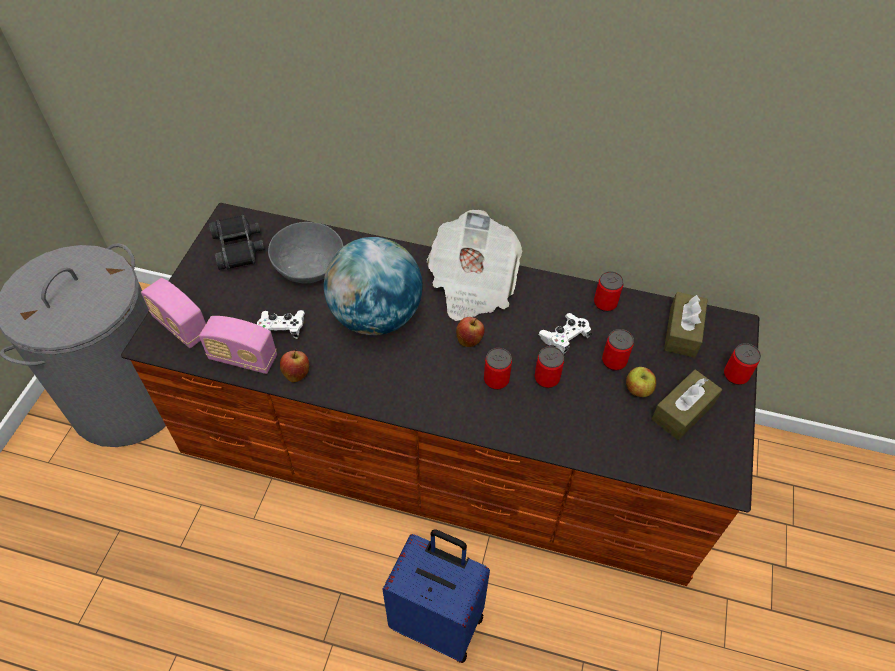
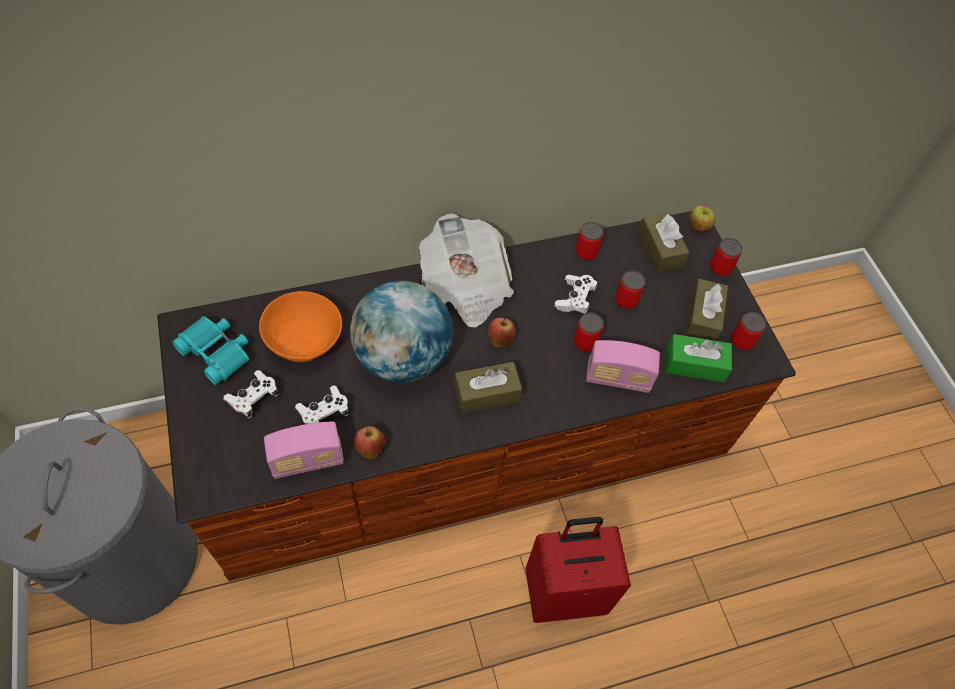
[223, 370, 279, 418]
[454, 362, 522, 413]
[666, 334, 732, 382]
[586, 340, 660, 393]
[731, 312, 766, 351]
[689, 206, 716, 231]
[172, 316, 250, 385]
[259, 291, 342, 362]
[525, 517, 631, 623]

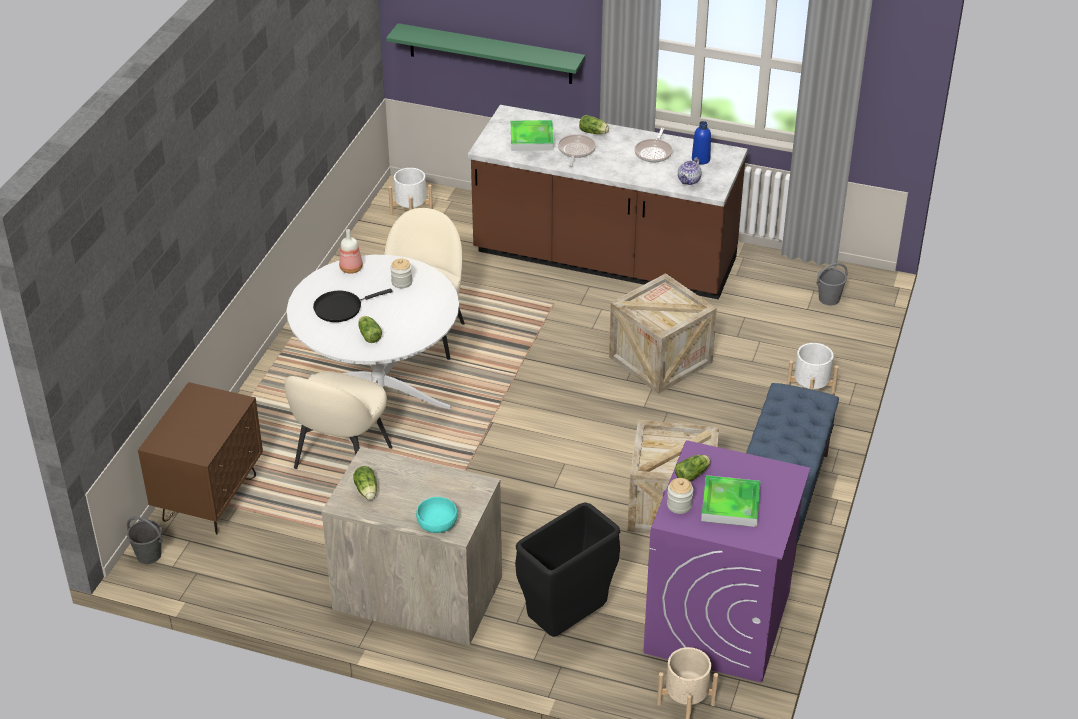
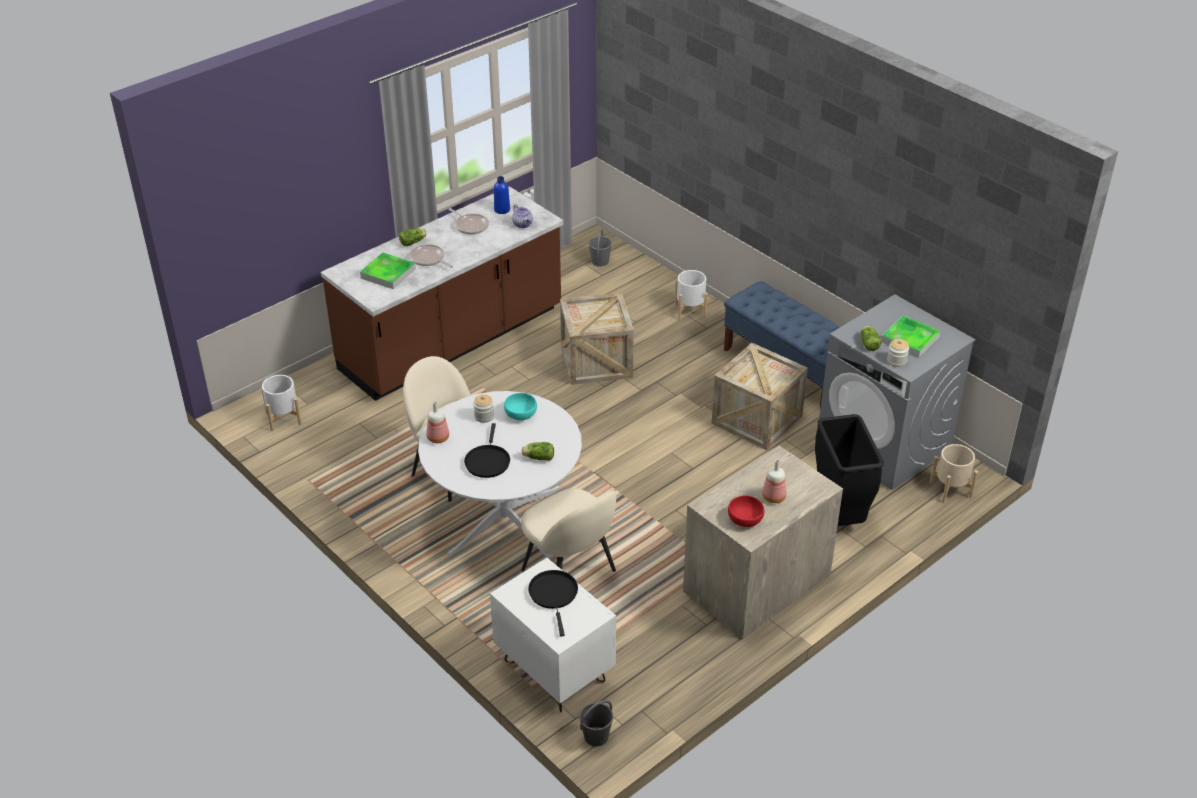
[386, 23, 585, 84] (first image)
[528, 570, 578, 636]
[762, 460, 786, 503]
[504, 393, 537, 421]
[728, 496, 764, 527]
[490, 557, 616, 712]
[819, 294, 976, 490]

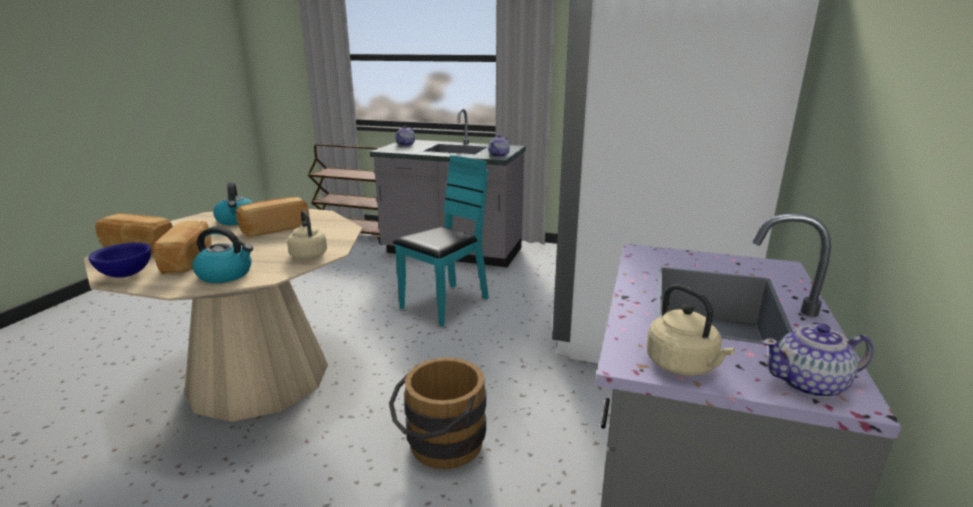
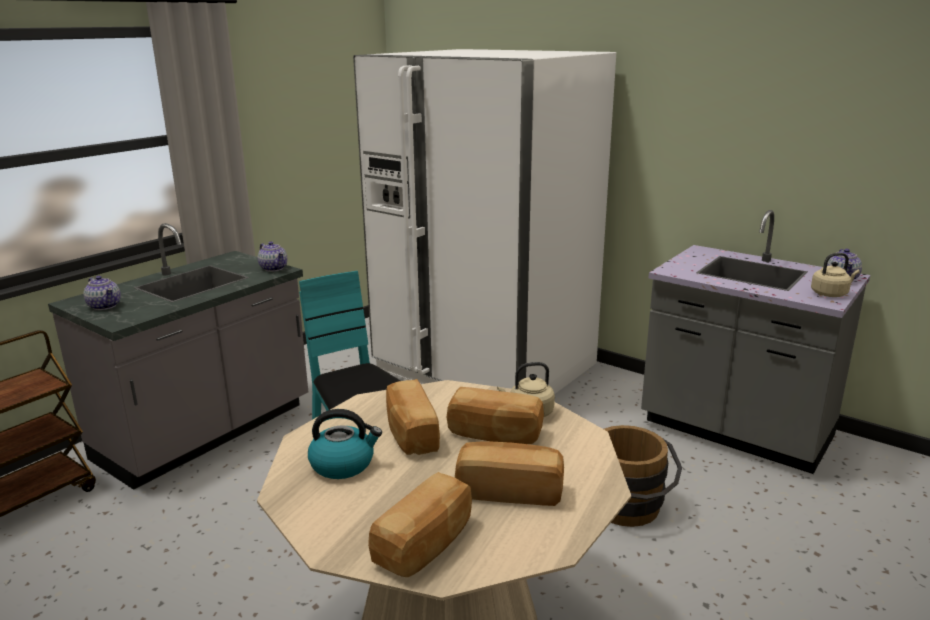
[88, 242, 151, 278] (first image)
[193, 227, 253, 283] (first image)
[447, 387, 544, 444]

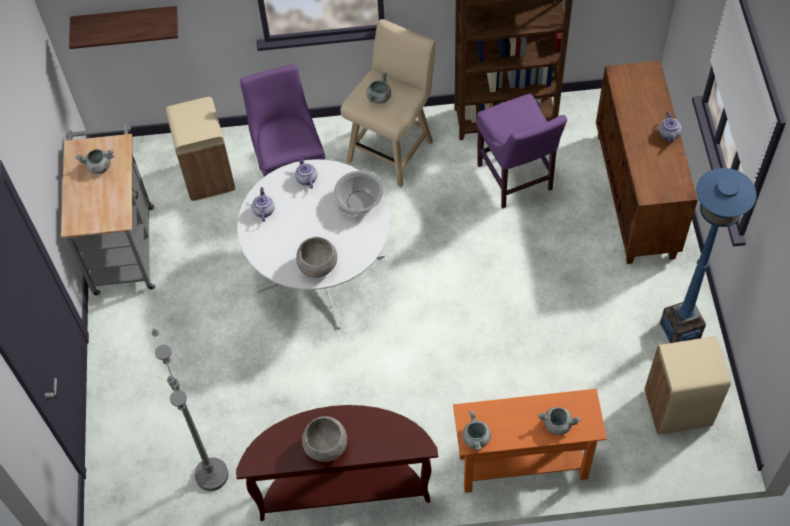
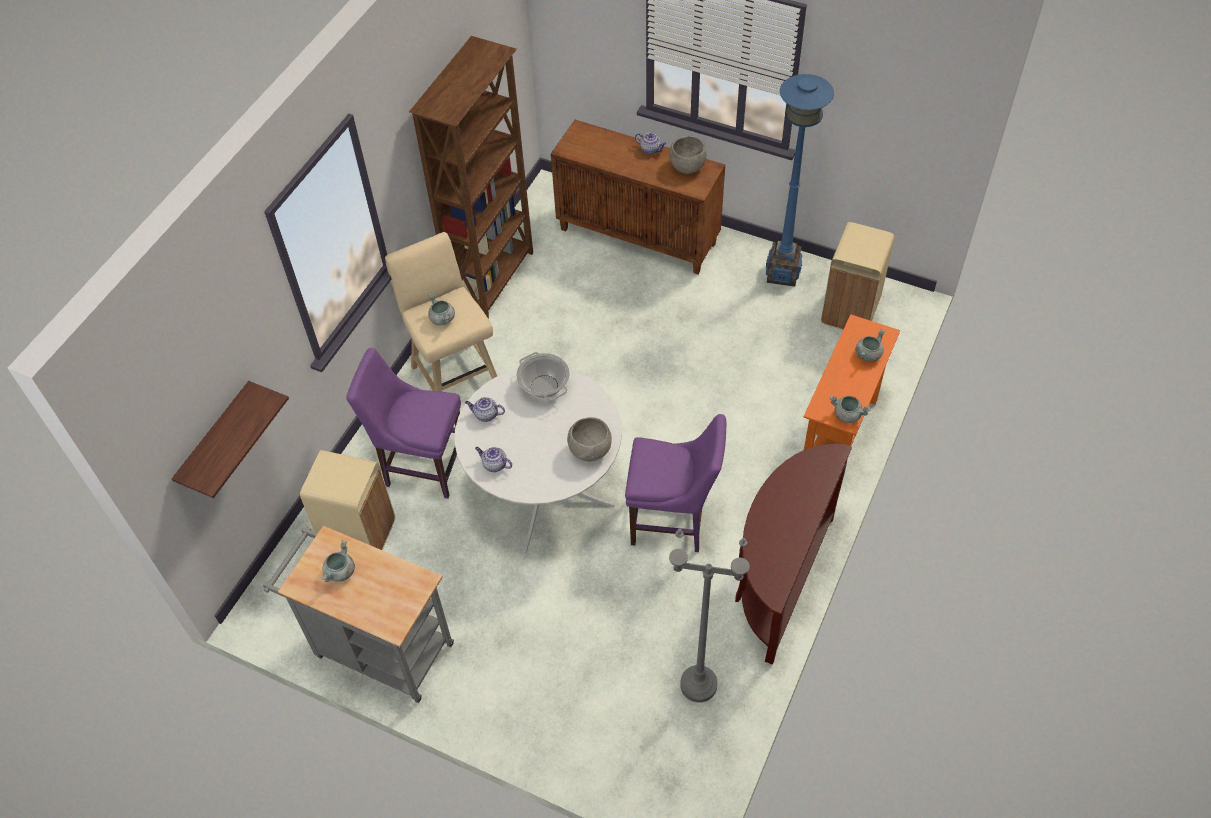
[669, 136, 707, 174]
[625, 414, 726, 552]

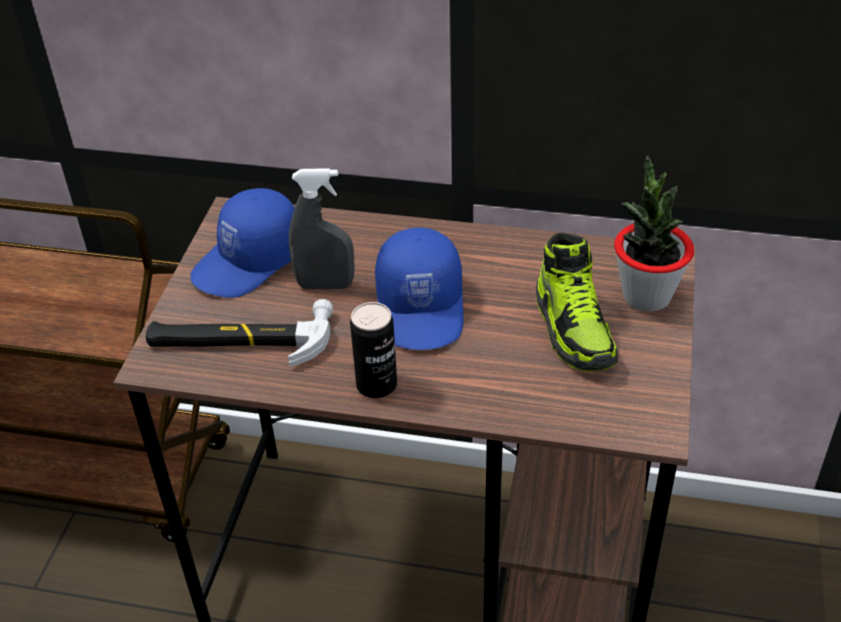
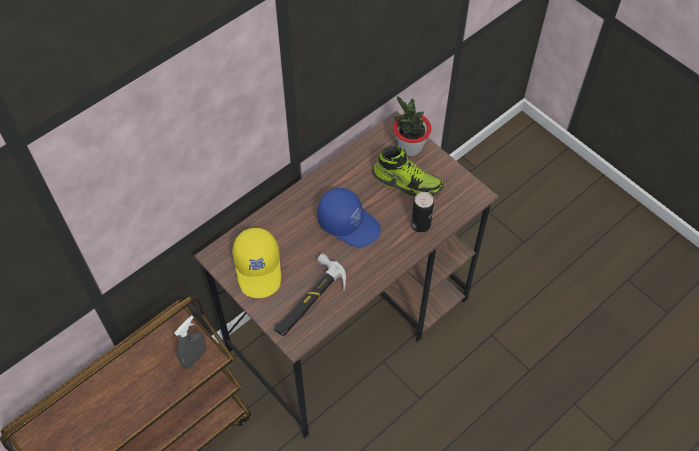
[174, 315, 206, 369]
[411, 192, 434, 233]
[232, 228, 281, 298]

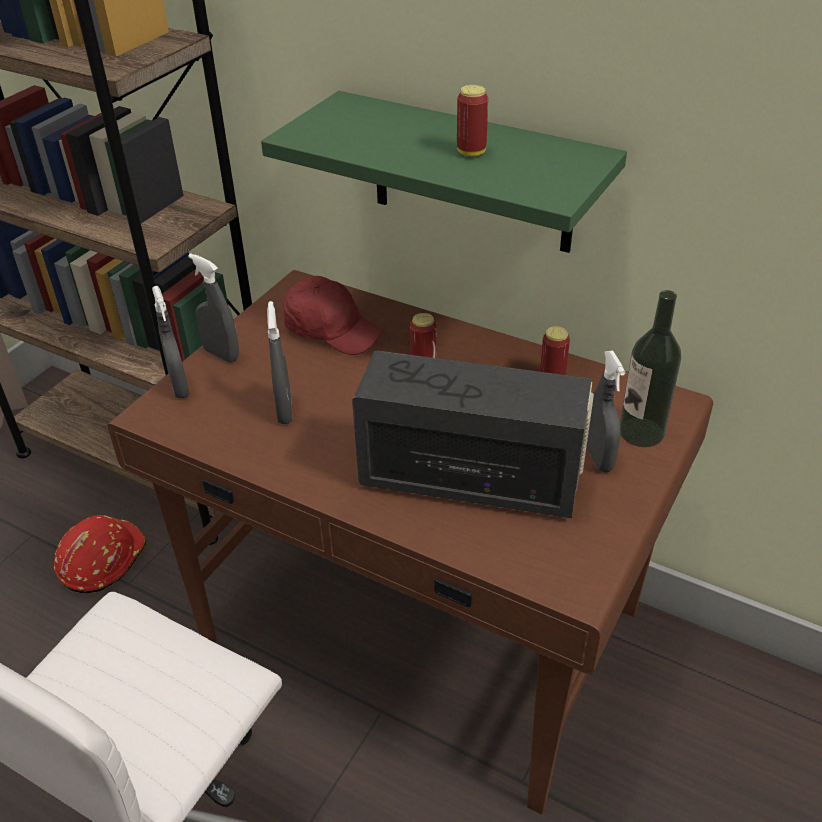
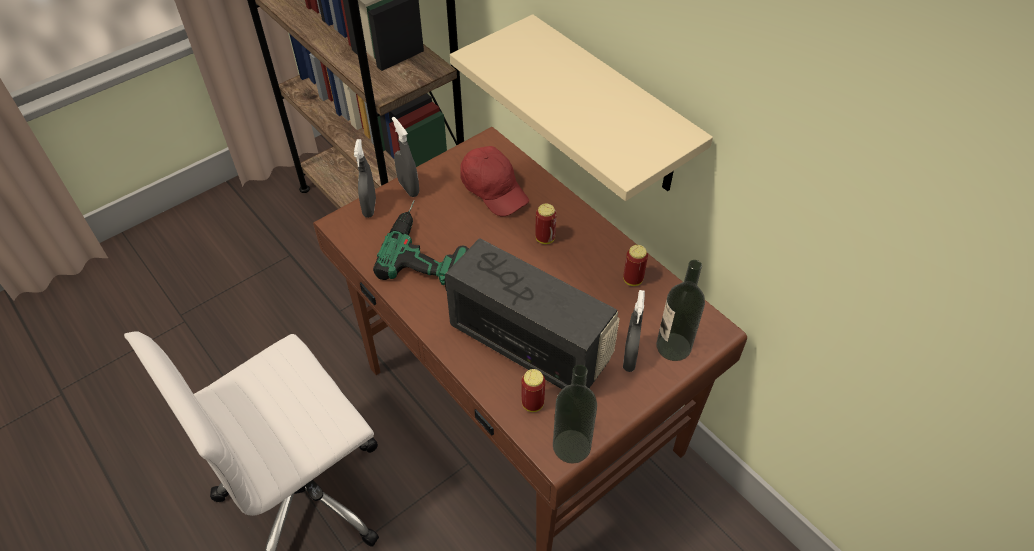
[54, 515, 147, 593] (first image)
[553, 365, 597, 464]
[522, 369, 545, 412]
[373, 200, 469, 288]
[450, 14, 713, 201]

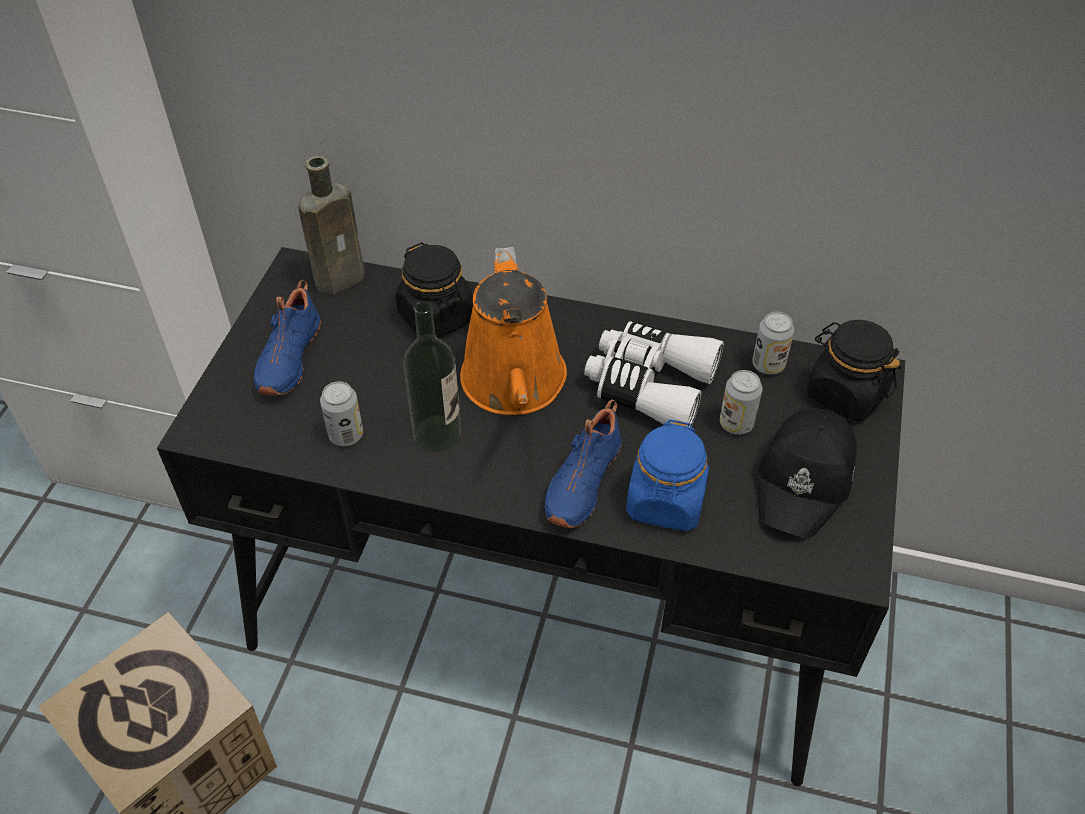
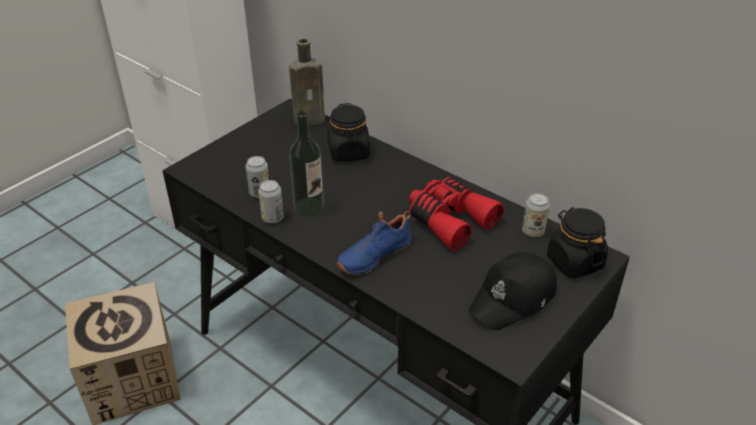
[254, 280, 321, 395] (first image)
[460, 247, 567, 415] (first image)
[626, 419, 709, 531] (first image)
[258, 180, 284, 223]
[409, 177, 504, 251]

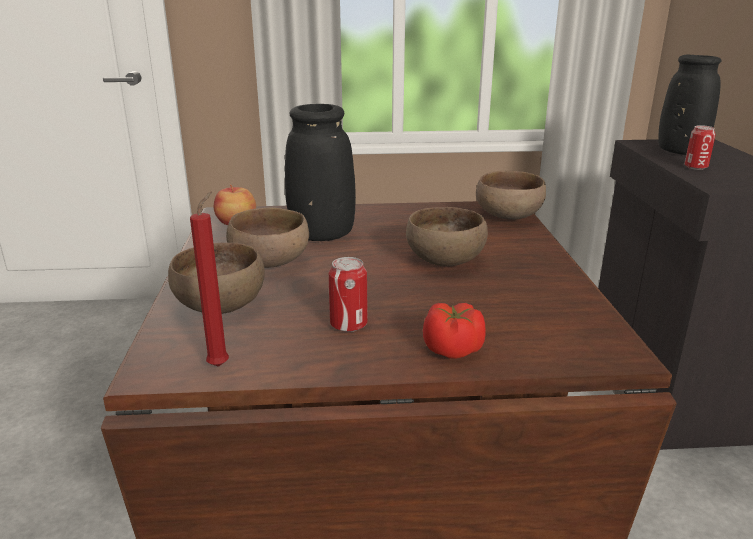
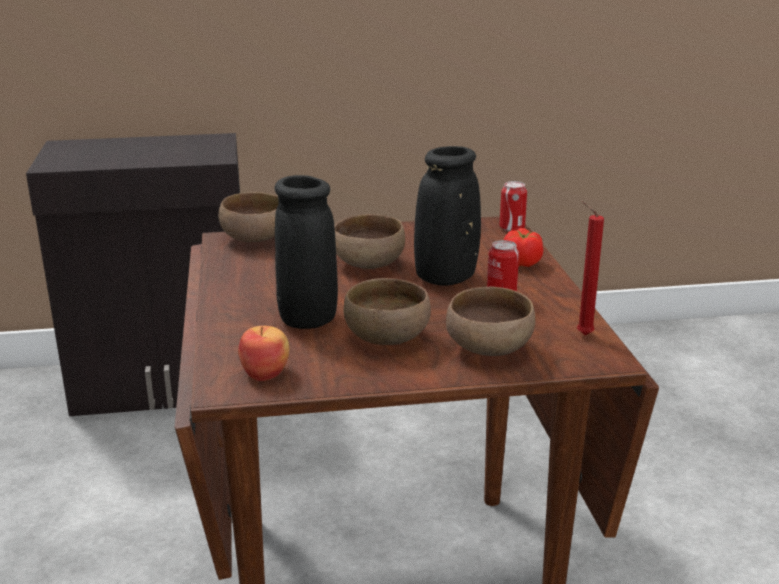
[414, 146, 481, 286]
[499, 181, 527, 231]

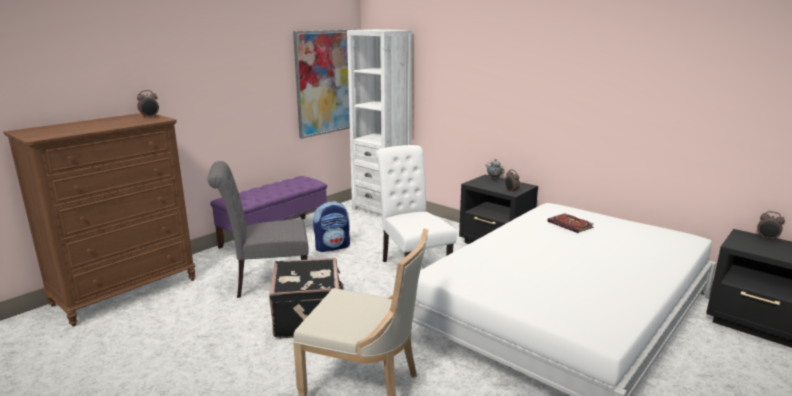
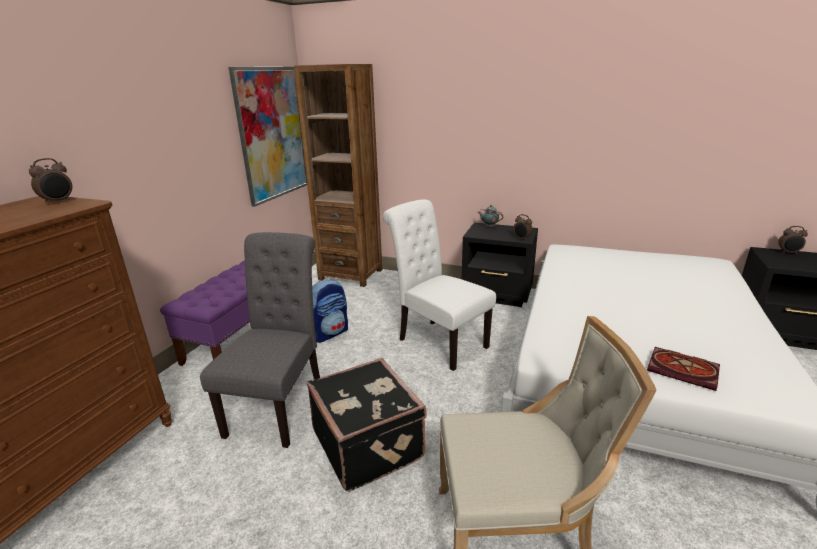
[647, 347, 720, 391]
[294, 64, 382, 287]
[200, 232, 320, 448]

